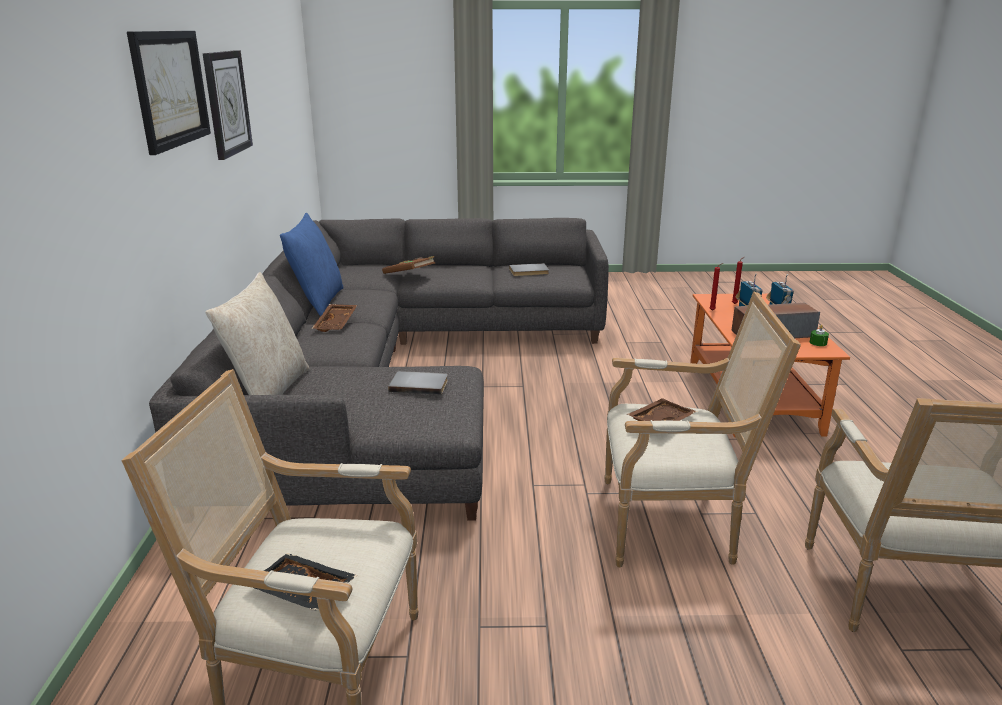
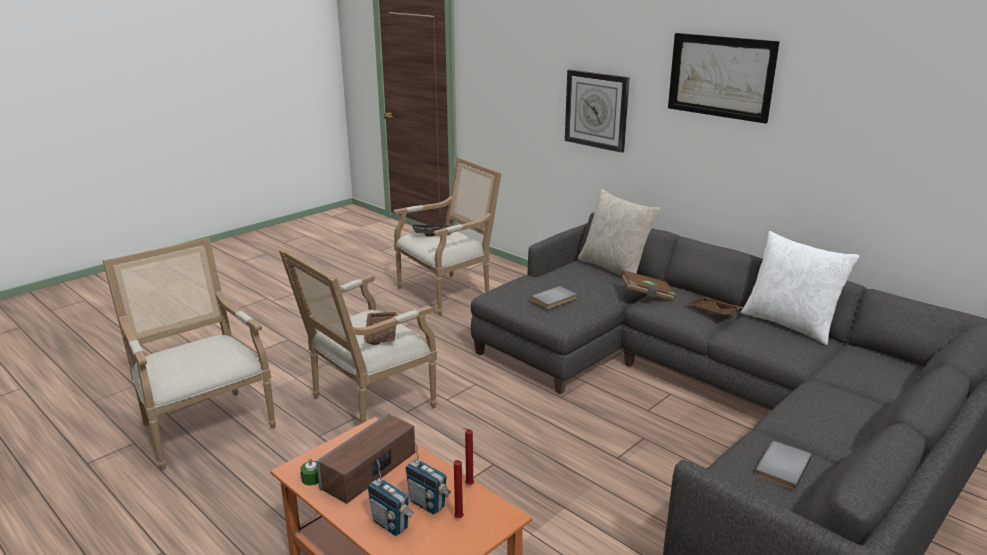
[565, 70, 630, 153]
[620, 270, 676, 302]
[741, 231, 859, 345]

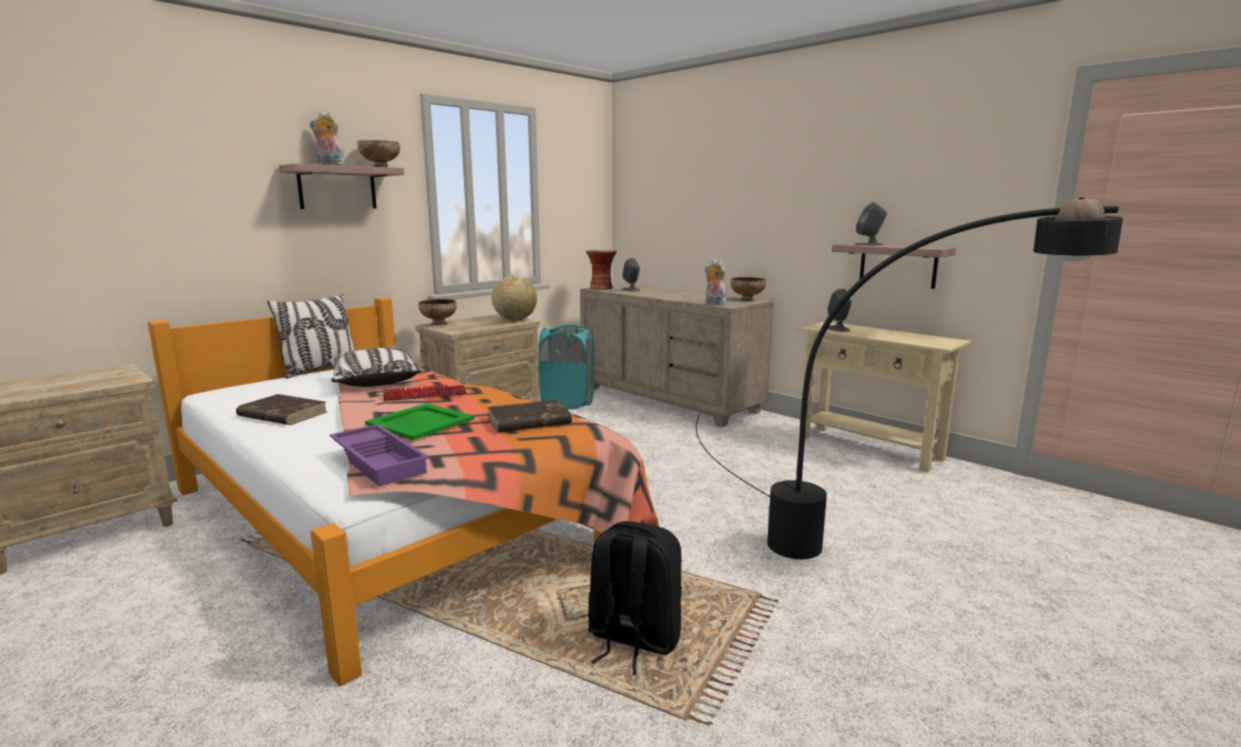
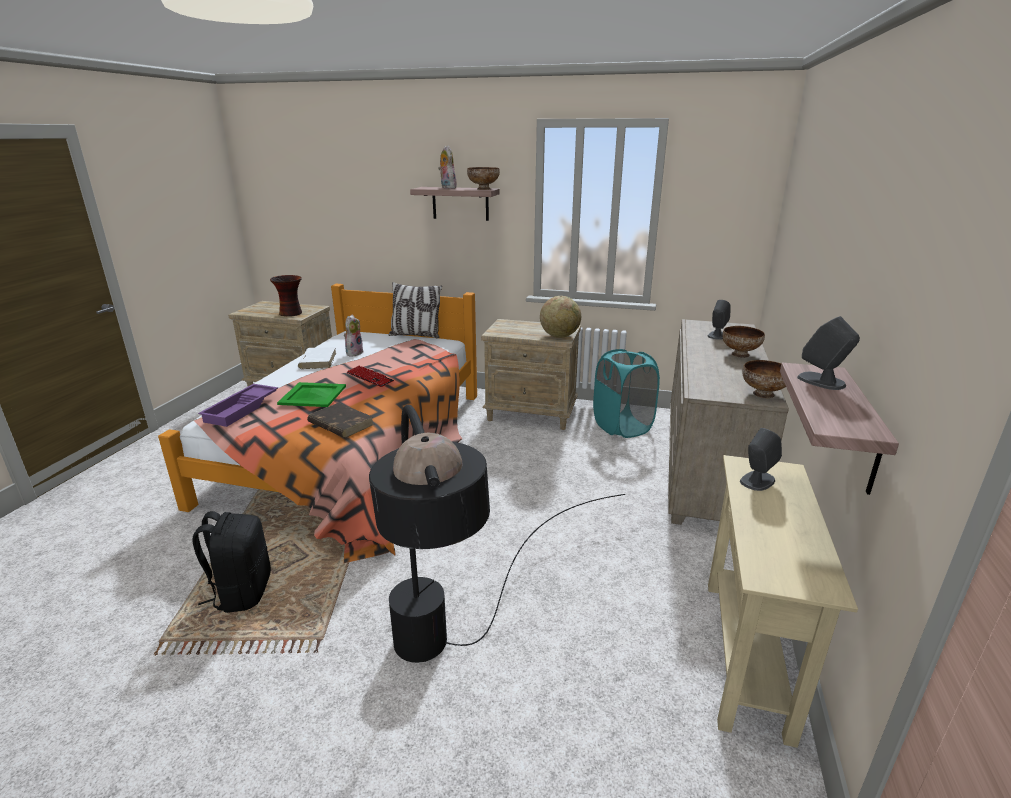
[327, 347, 423, 387] (first image)
[722, 326, 765, 358]
[270, 275, 302, 316]
[344, 315, 363, 357]
[298, 347, 336, 369]

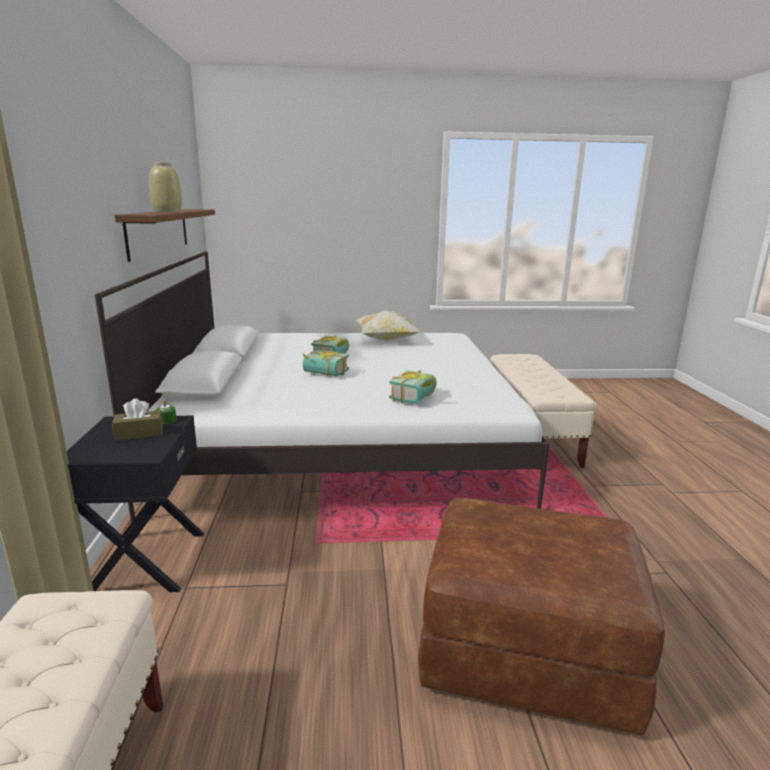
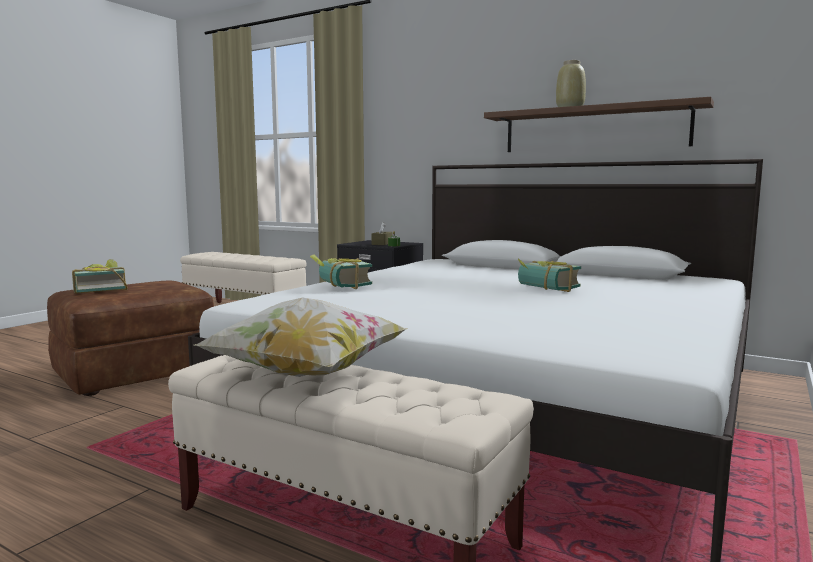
[72, 259, 128, 293]
[195, 297, 408, 377]

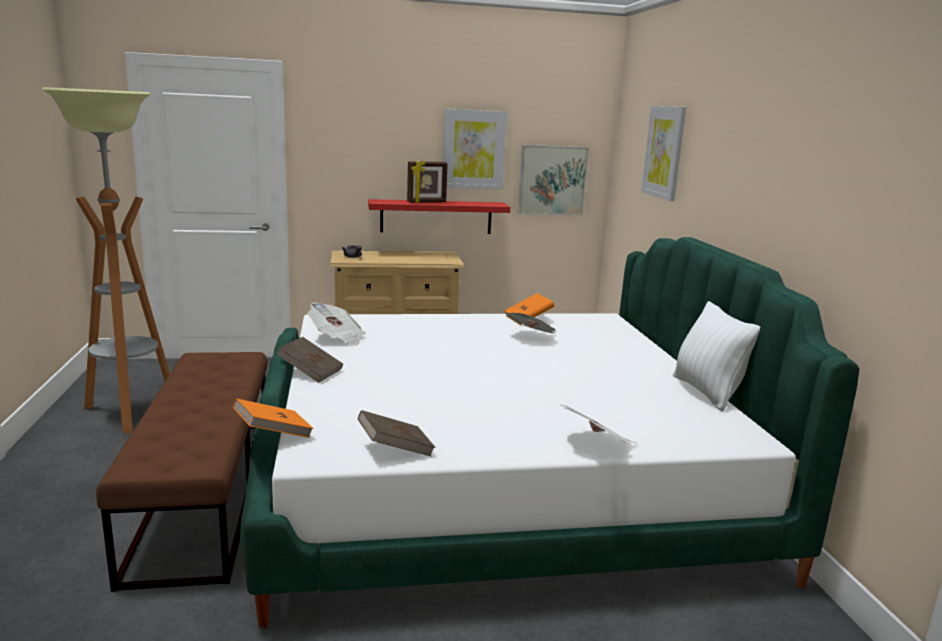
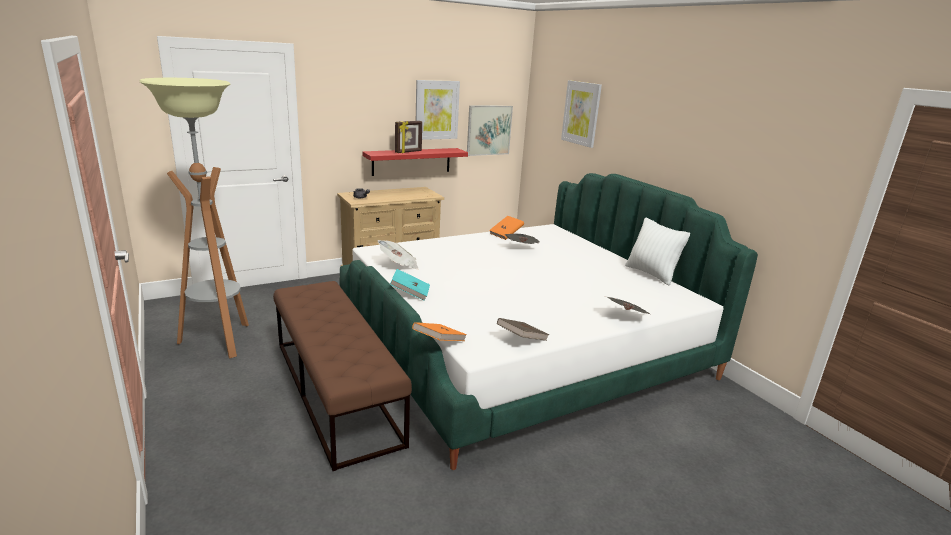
[390, 269, 430, 301]

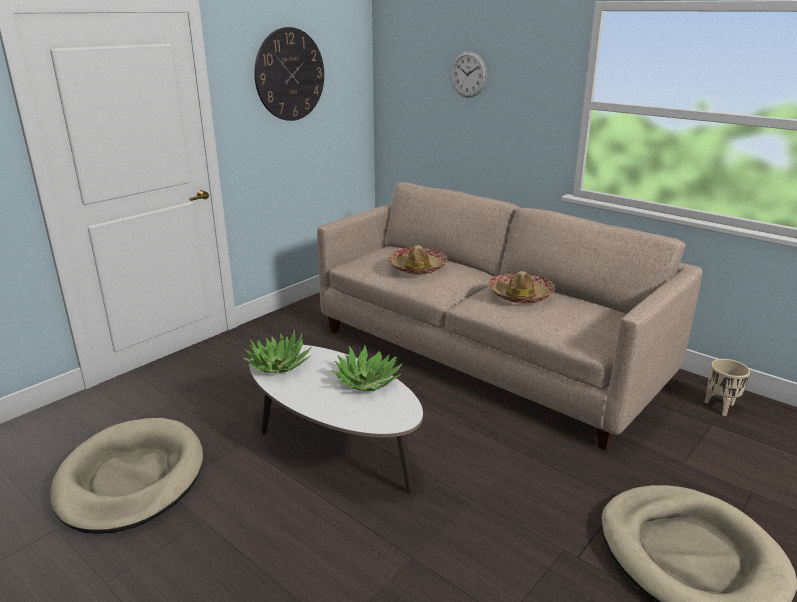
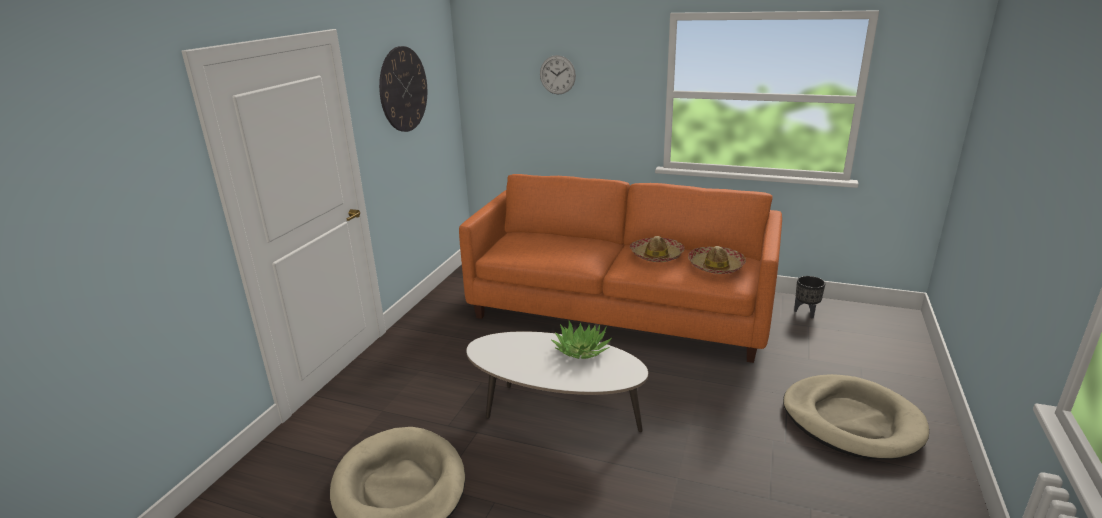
[243, 330, 312, 373] (first image)
[688, 246, 746, 274]
[459, 174, 782, 363]
[794, 276, 825, 318]

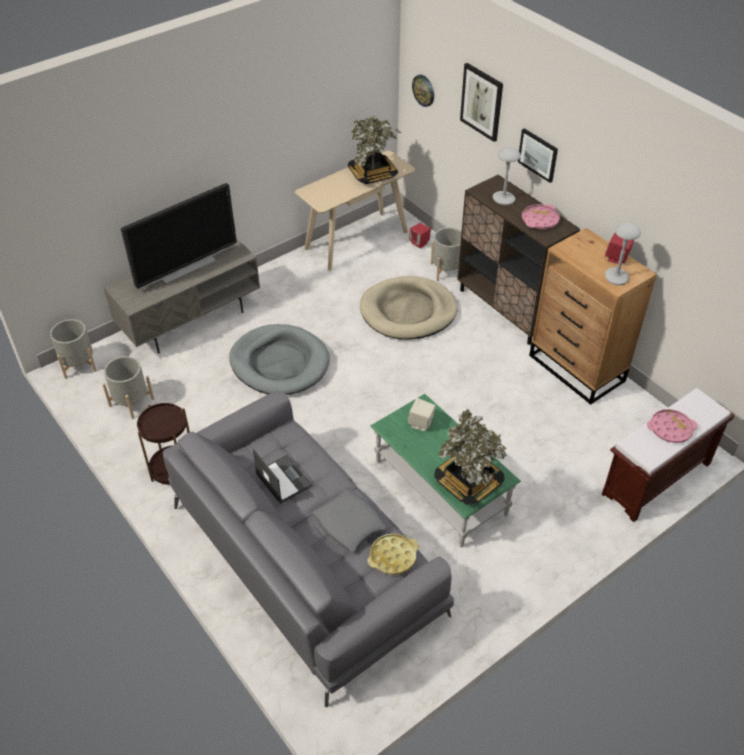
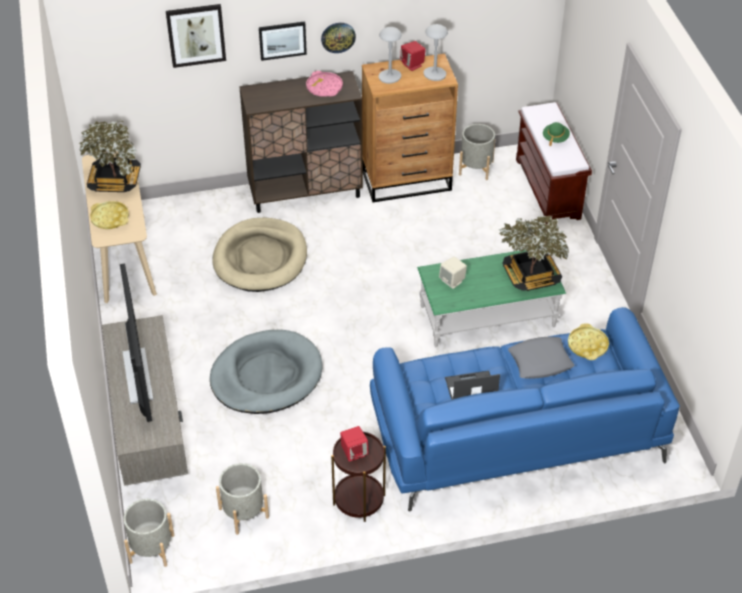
[90, 201, 129, 229]
[340, 426, 369, 462]
[321, 23, 356, 53]
[459, 124, 495, 180]
[379, 27, 402, 84]
[543, 122, 570, 146]
[370, 307, 680, 511]

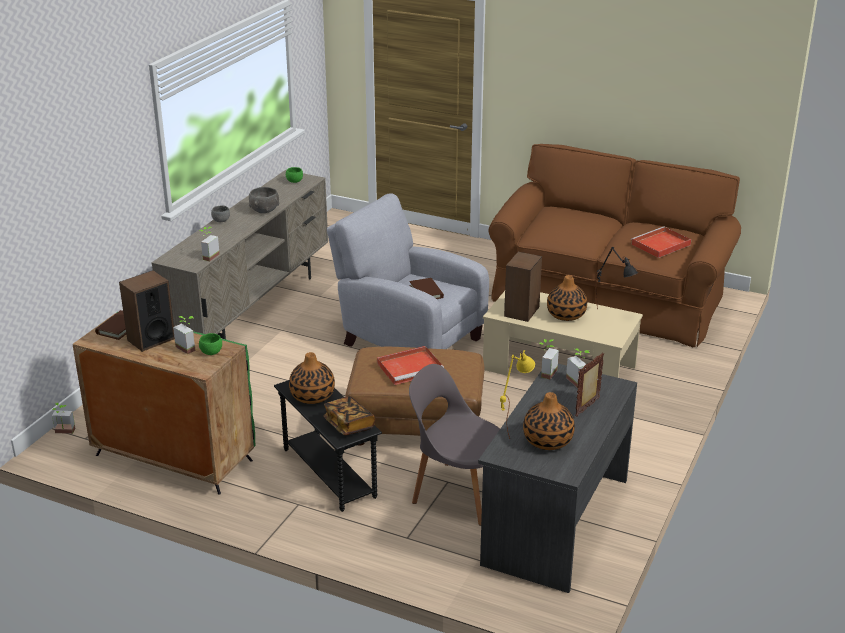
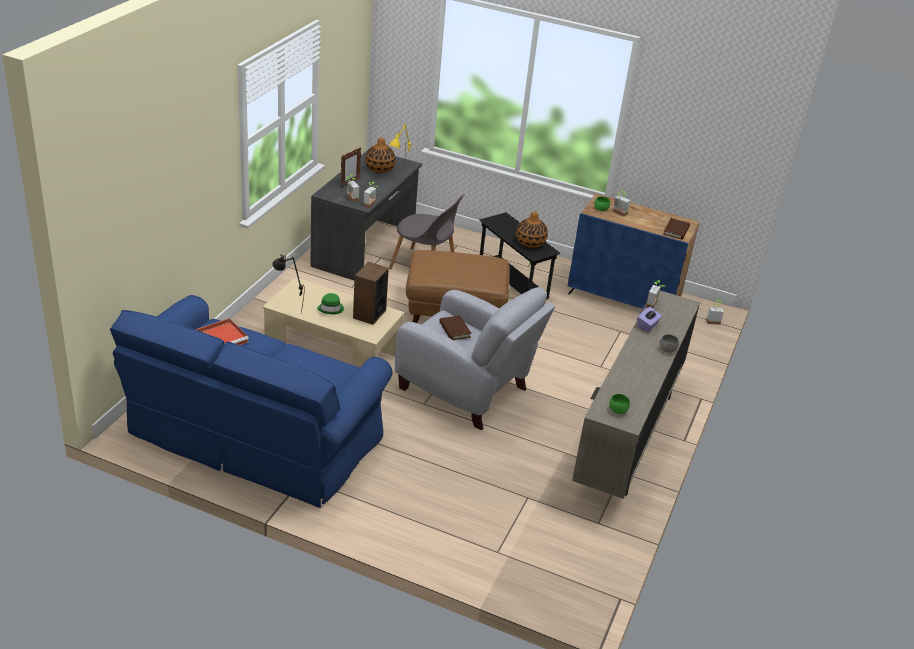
[119, 270, 175, 352] (first image)
[249, 187, 279, 213] (first image)
[323, 396, 375, 436] (first image)
[377, 346, 444, 385] (first image)
[637, 307, 662, 332]
[317, 293, 344, 314]
[568, 193, 699, 309]
[110, 295, 393, 508]

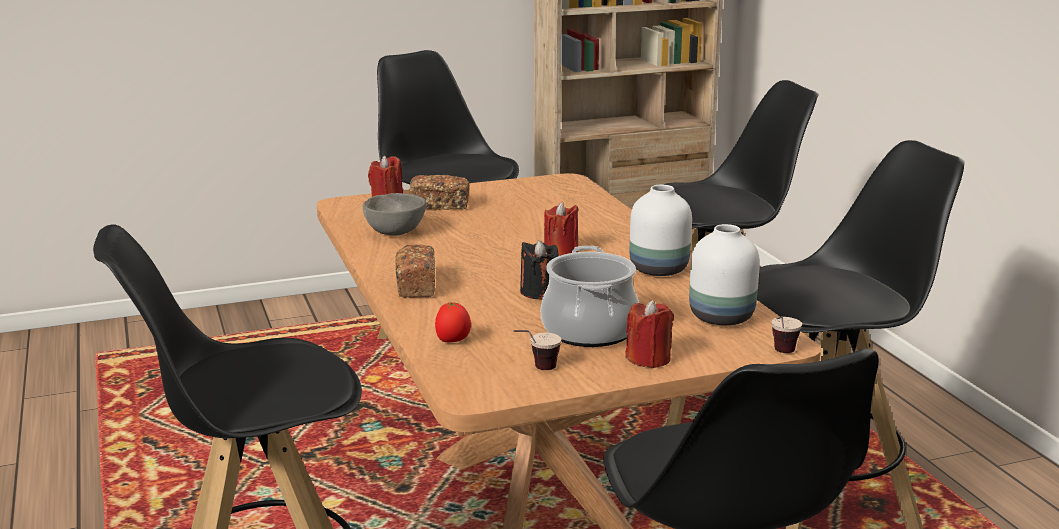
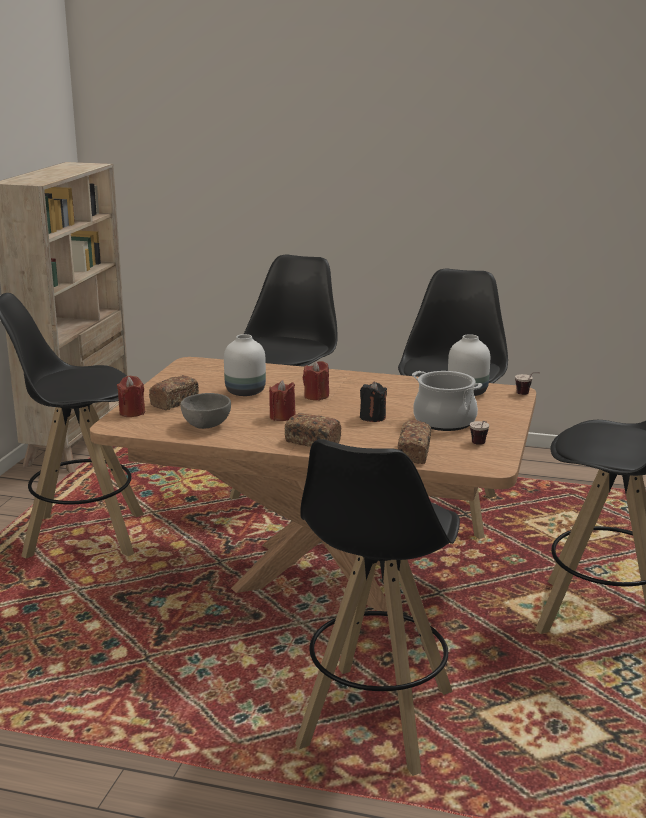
[269, 380, 296, 421]
[224, 334, 266, 396]
[398, 420, 431, 464]

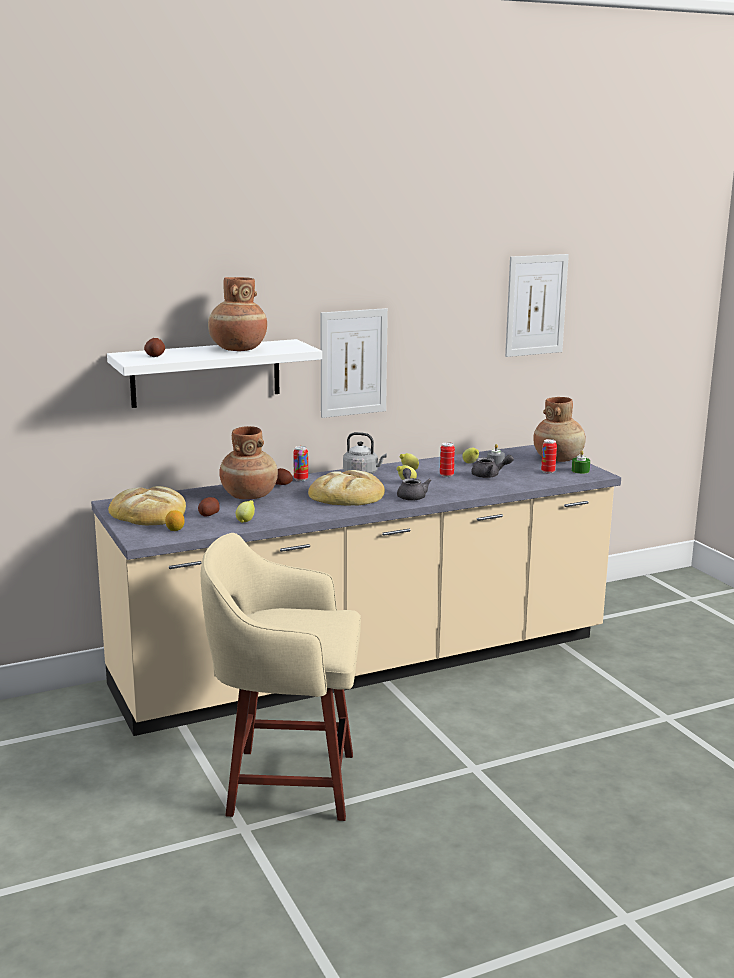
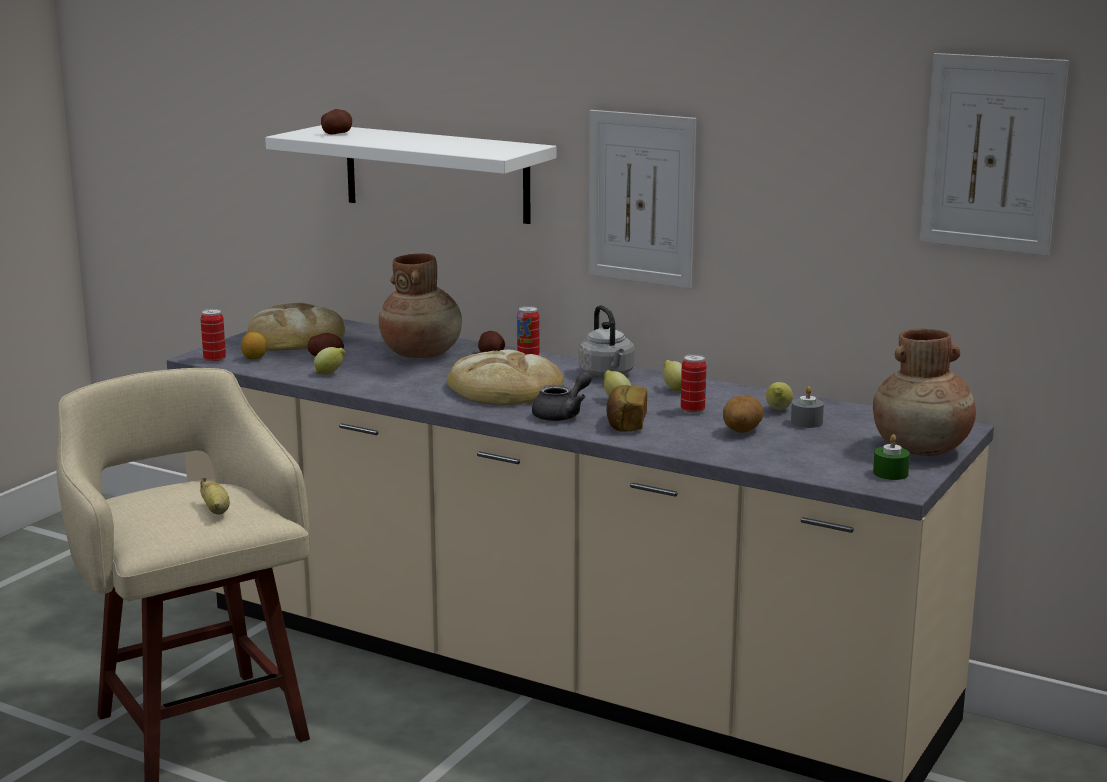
[208, 277, 267, 351] (first image)
[200, 478, 230, 515]
[606, 385, 647, 432]
[201, 309, 226, 363]
[723, 396, 764, 433]

